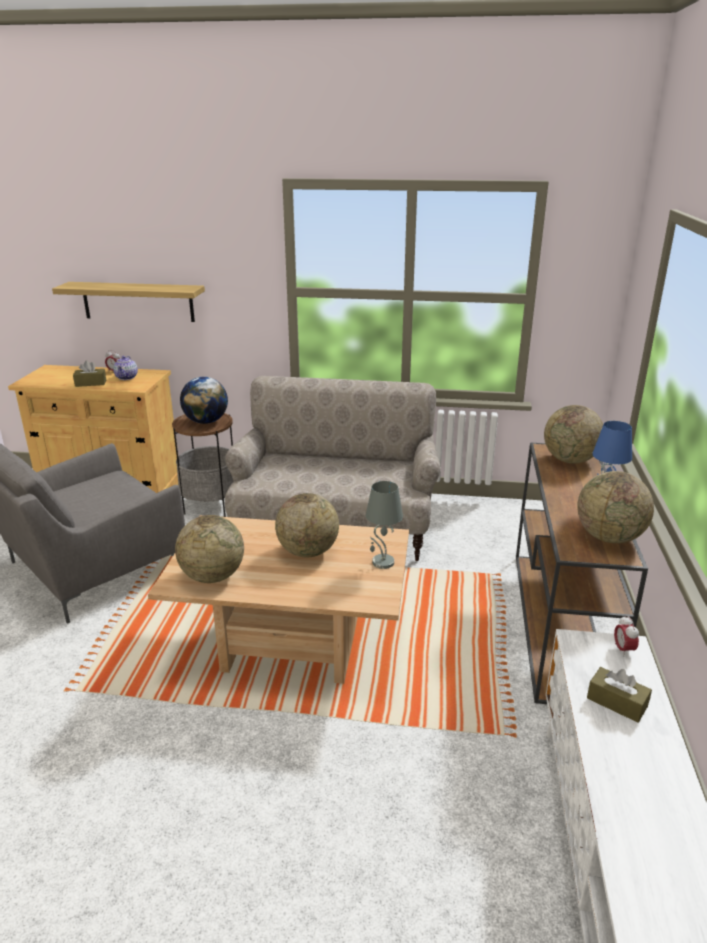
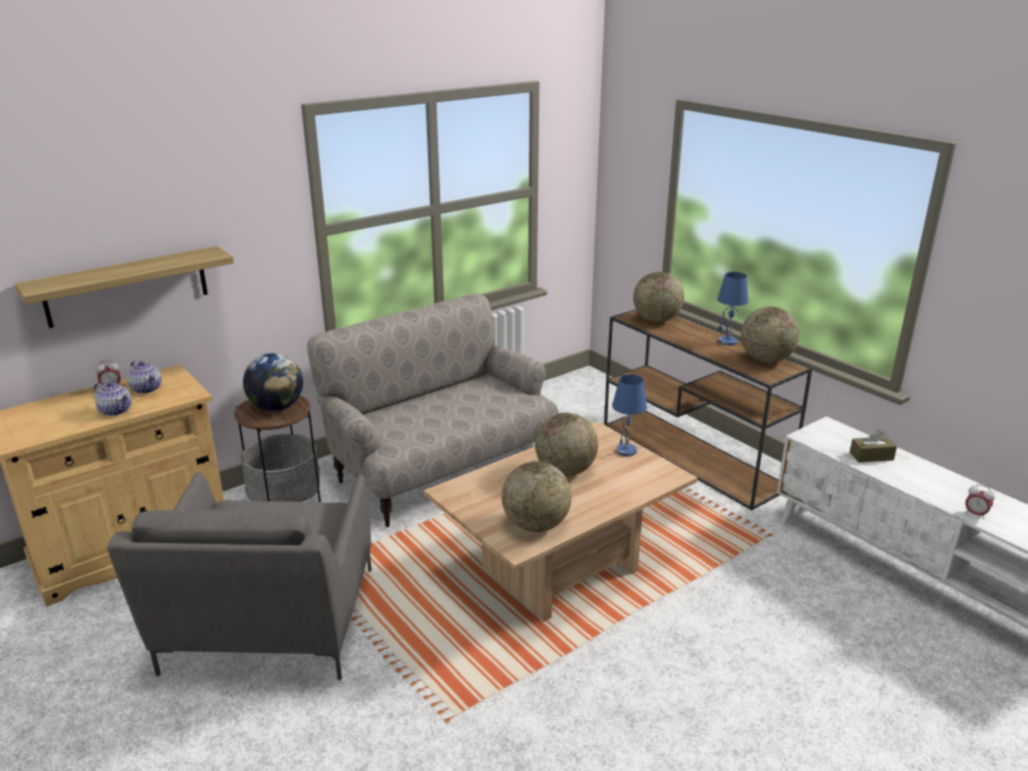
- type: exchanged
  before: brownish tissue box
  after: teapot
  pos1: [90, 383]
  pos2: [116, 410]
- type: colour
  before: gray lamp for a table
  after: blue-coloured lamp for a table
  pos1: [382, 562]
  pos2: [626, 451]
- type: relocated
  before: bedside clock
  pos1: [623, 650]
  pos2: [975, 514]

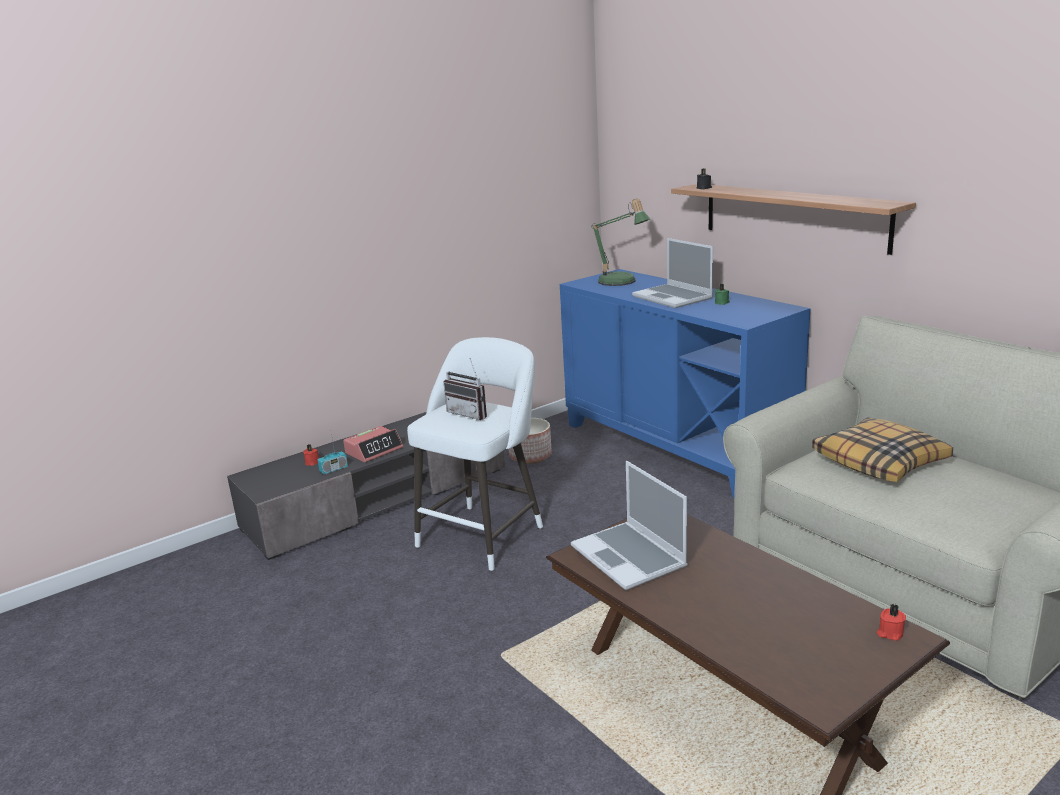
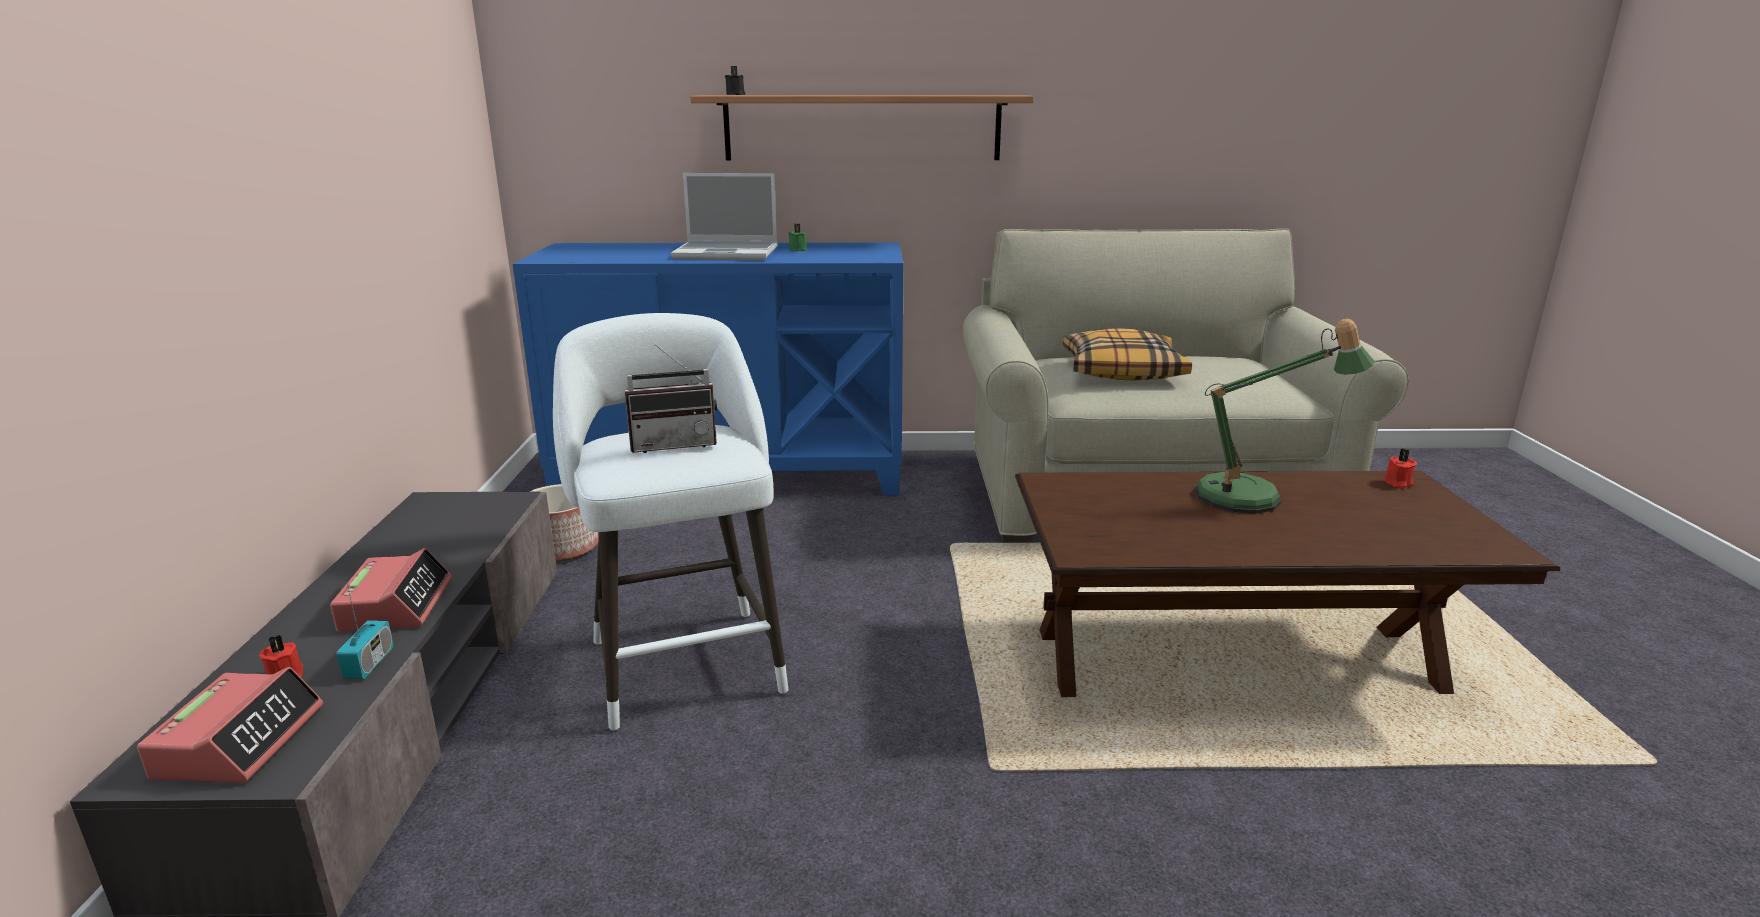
- type: appeared
  after: bedside clock
  pos2: [240, 741]
- type: relocated
  before: lamp for a table
  pos1: [621, 282]
  pos2: [1253, 497]
- type: missing
  before: laptop
  pos1: [630, 557]

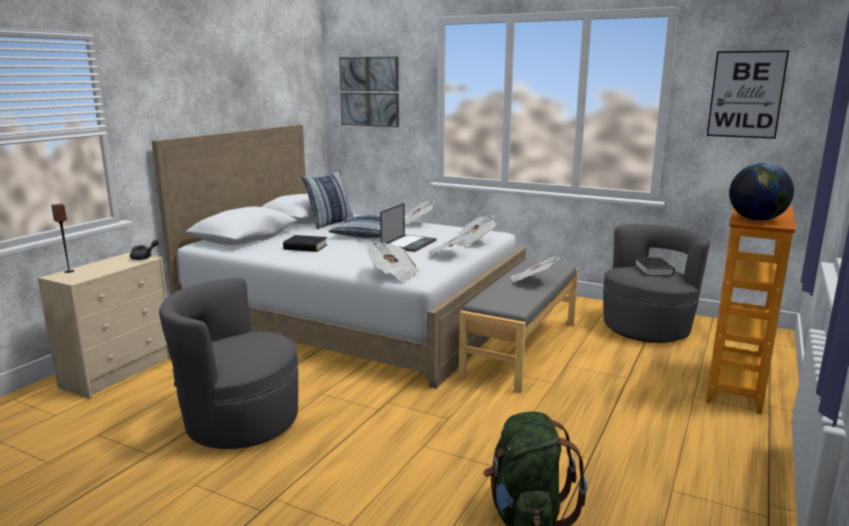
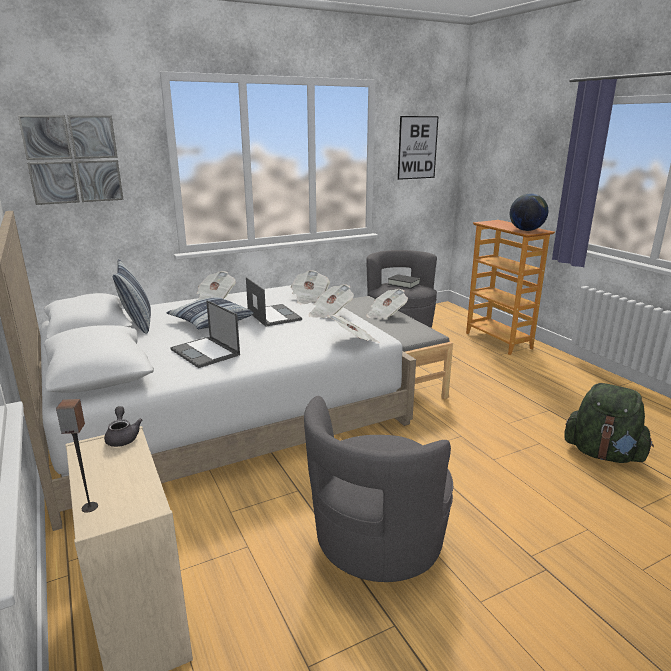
- type: exchanged
  before: black-coloured book
  after: laptop
  pos1: [305, 247]
  pos2: [206, 352]

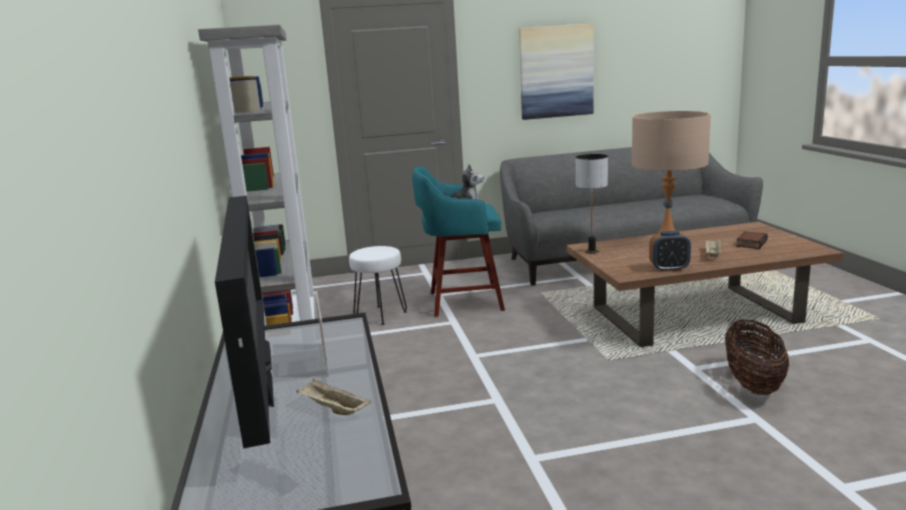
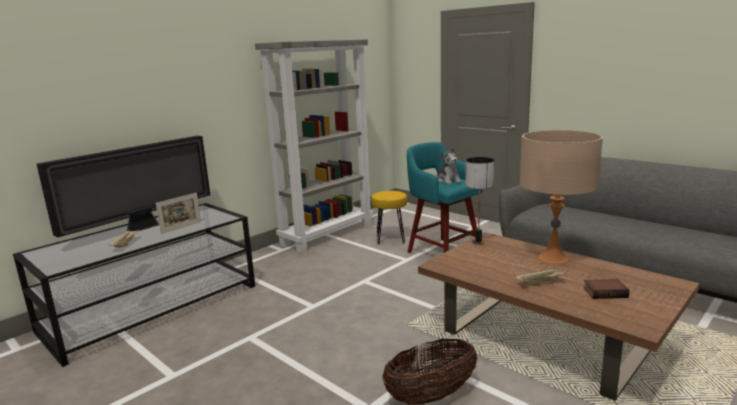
- type: colour
  before: white sitting stool
  after: yellow sitting stool
  pos1: [380, 315]
  pos2: [390, 239]
- type: missing
  before: picture
  pos1: [556, 71]
- type: missing
  before: bedside clock
  pos1: [669, 269]

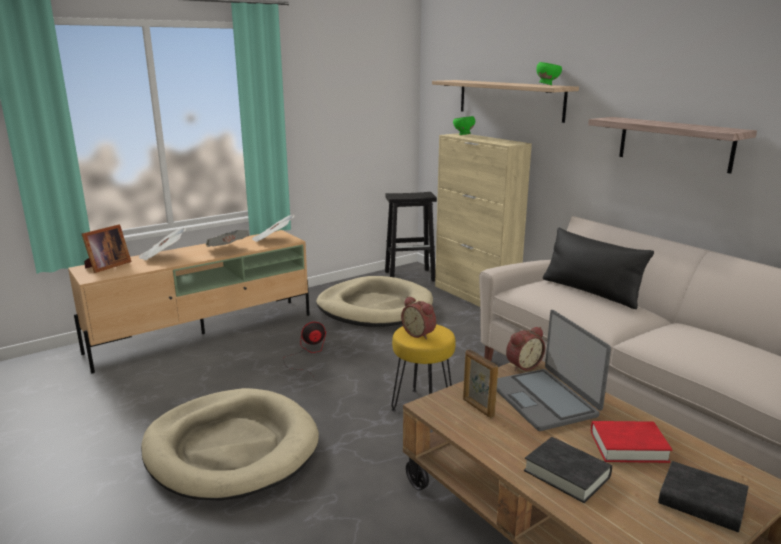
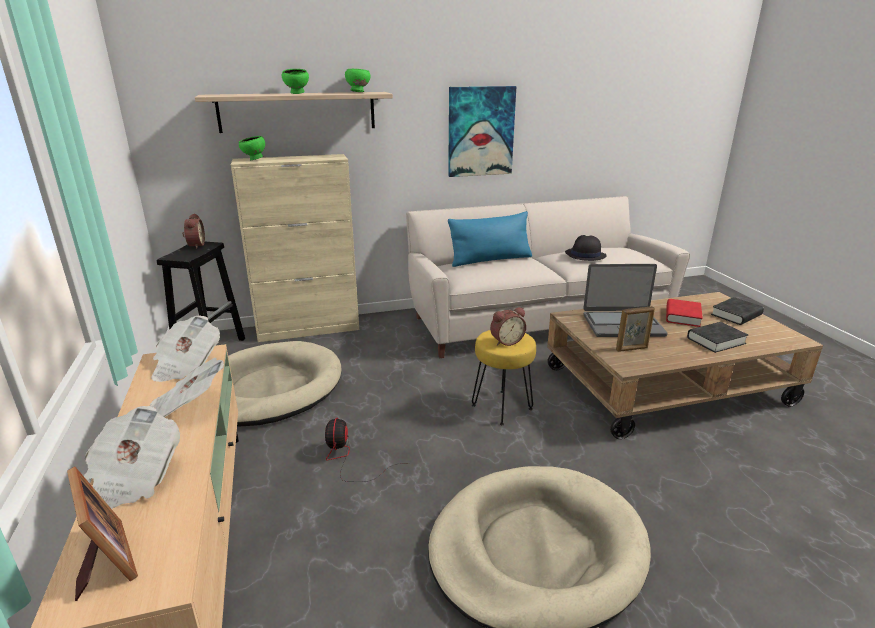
- type: relocated
  before: bedside clock
  pos1: [522, 365]
  pos2: [195, 245]
- type: appeared
  after: green-coloured bowl
  pos2: [297, 93]
- type: exchanged
  before: bracket shelf
  after: picture
  pos1: [674, 143]
  pos2: [480, 131]
- type: colour
  before: black-coloured throw pillow
  after: blue-coloured throw pillow
  pos1: [590, 292]
  pos2: [490, 260]
- type: appeared
  after: black-coloured clothing hat
  pos2: [585, 255]

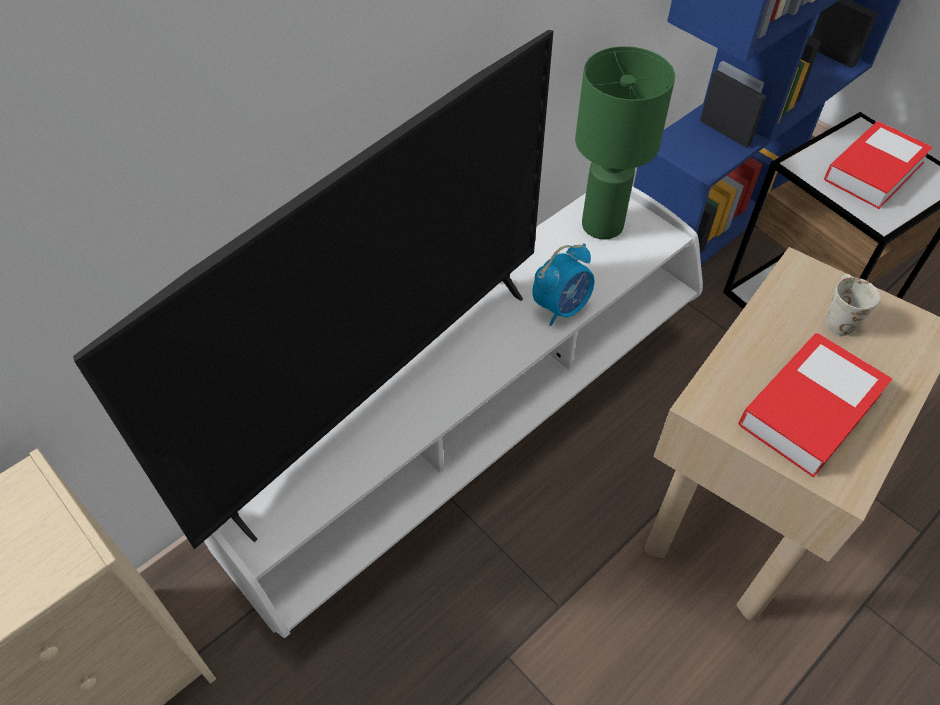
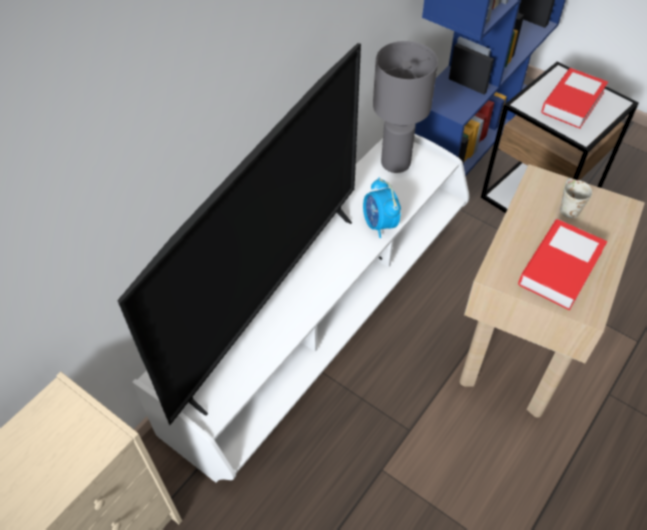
- type: spun
  before: bedside clock
  pos1: [561, 307]
  pos2: [379, 224]
  turn: 120
- type: colour
  before: green-coloured lamp for a table
  after: gray lamp for a table
  pos1: [603, 226]
  pos2: [396, 163]

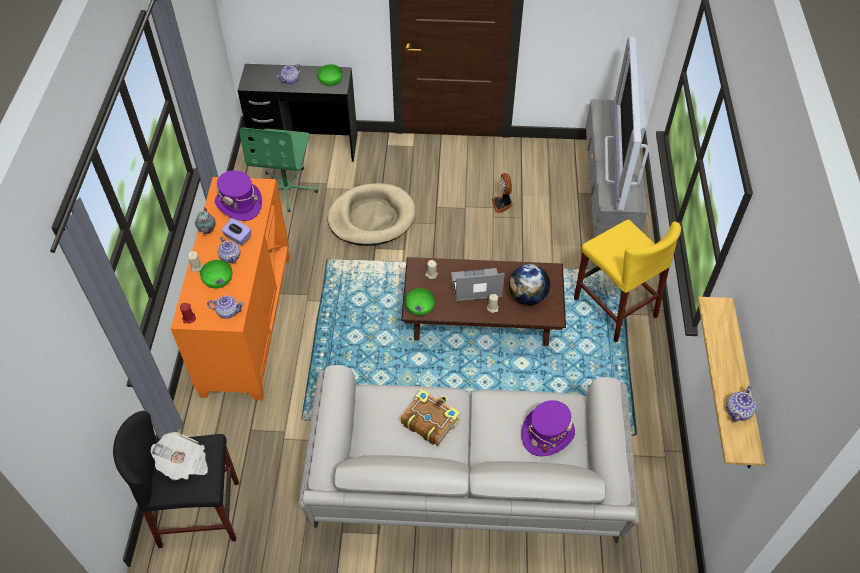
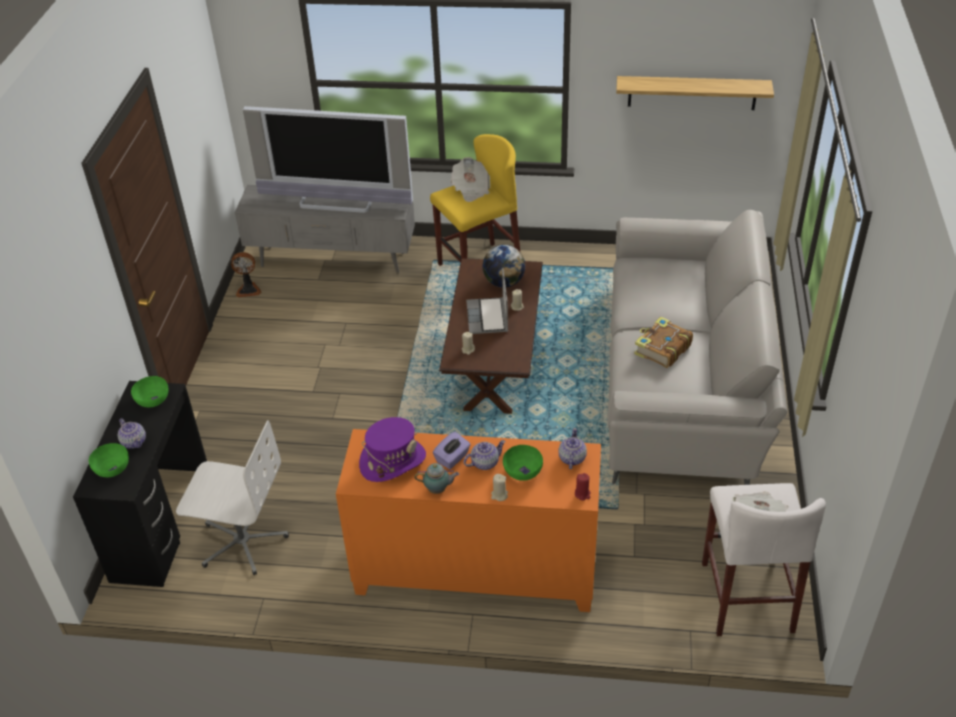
- type: relocated
  before: green-coloured bowl
  pos1: [420, 308]
  pos2: [112, 468]
- type: colour
  before: green-coloured computer chair
  after: white computer chair
  pos1: [287, 189]
  pos2: [242, 541]
- type: relocated
  before: fan
  pos1: [502, 204]
  pos2: [248, 289]
- type: appeared
  after: newspaper
  pos2: [471, 189]
- type: colour
  before: black-coloured sitting stool
  after: white sitting stool
  pos1: [199, 513]
  pos2: [746, 596]
- type: missing
  before: beige dog bed
  pos1: [371, 217]
- type: missing
  before: purple clothing hat
  pos1: [547, 433]
- type: missing
  before: teapot
  pos1: [738, 411]

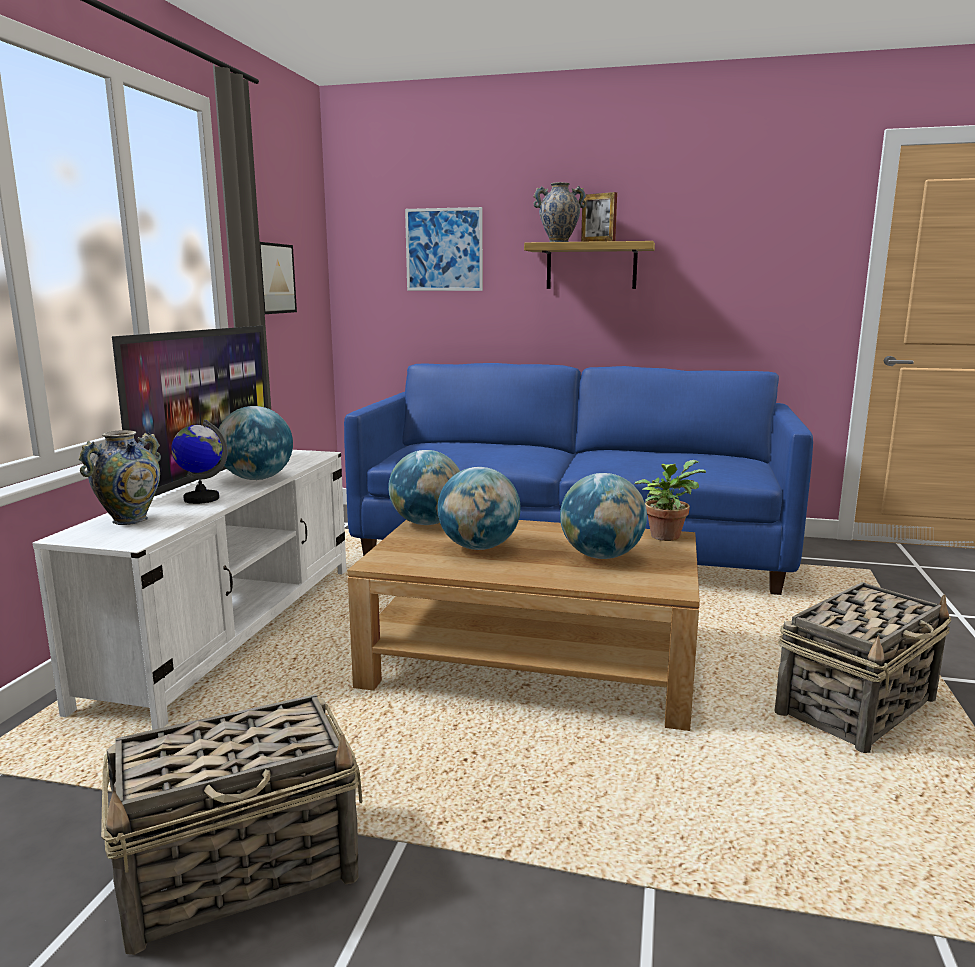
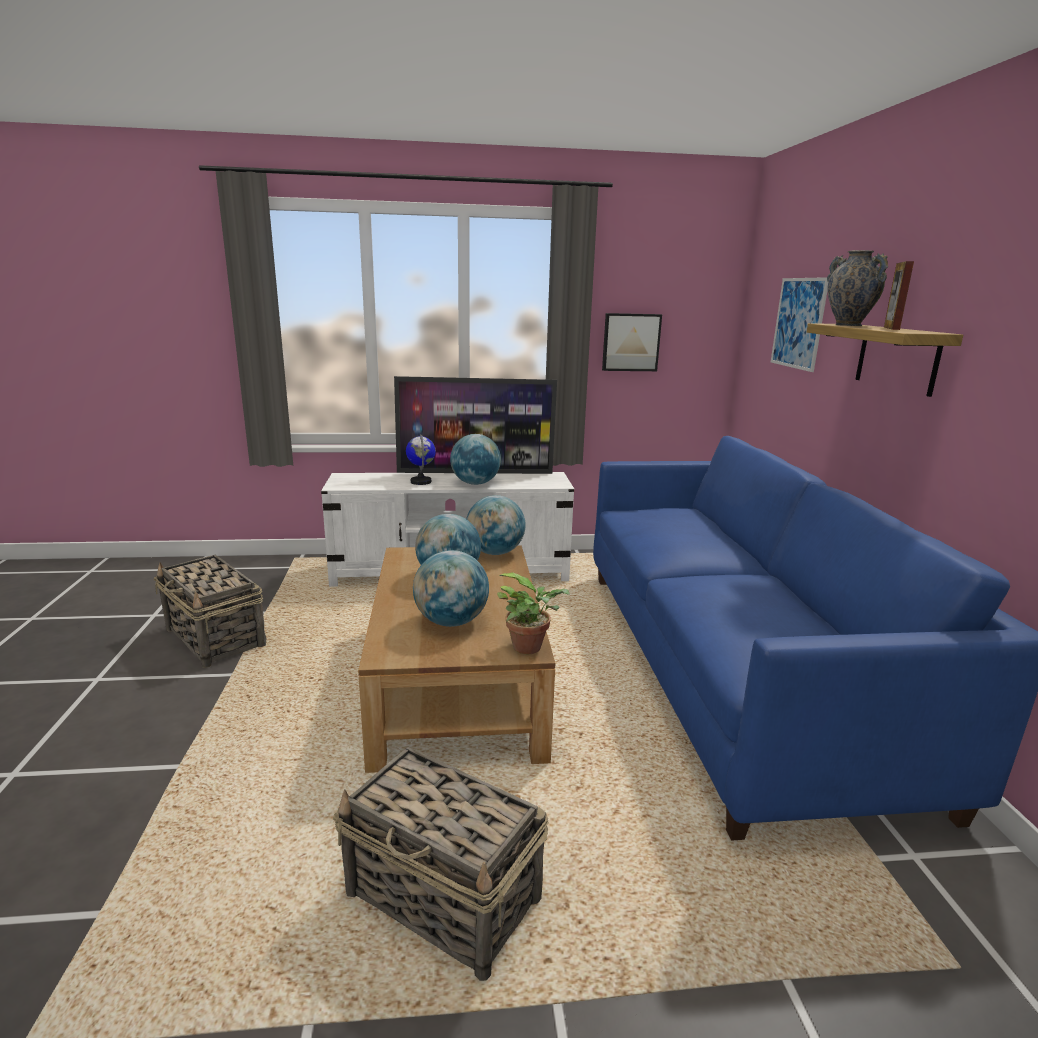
- type: missing
  before: decorative vase
  pos1: [130, 520]

